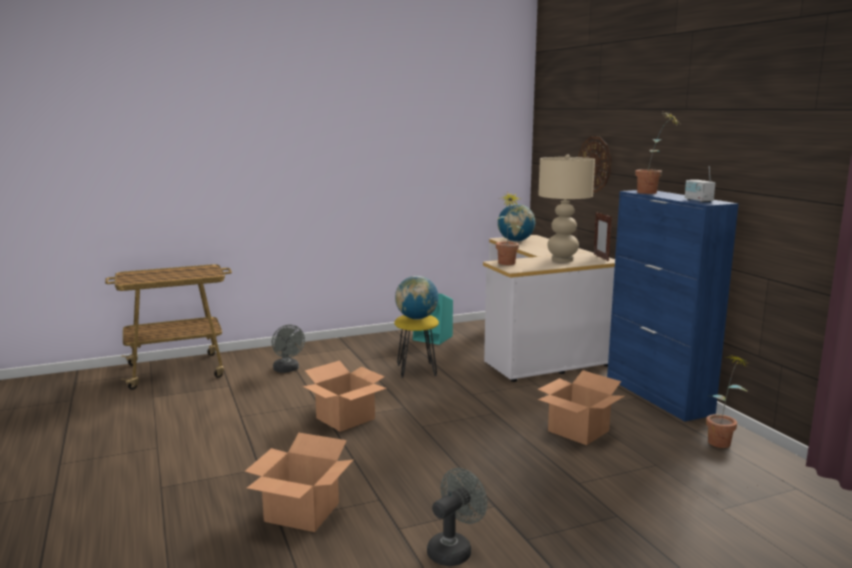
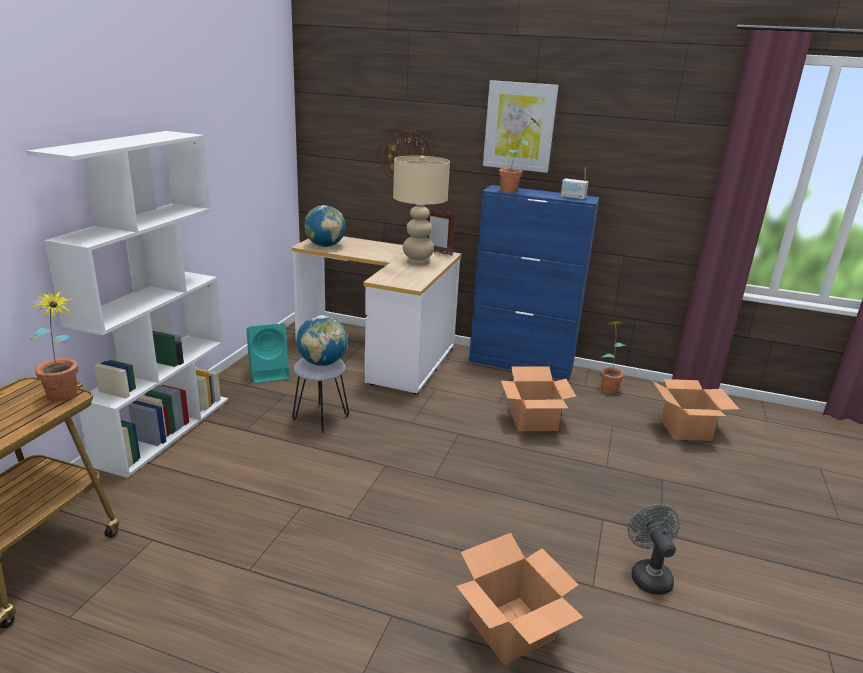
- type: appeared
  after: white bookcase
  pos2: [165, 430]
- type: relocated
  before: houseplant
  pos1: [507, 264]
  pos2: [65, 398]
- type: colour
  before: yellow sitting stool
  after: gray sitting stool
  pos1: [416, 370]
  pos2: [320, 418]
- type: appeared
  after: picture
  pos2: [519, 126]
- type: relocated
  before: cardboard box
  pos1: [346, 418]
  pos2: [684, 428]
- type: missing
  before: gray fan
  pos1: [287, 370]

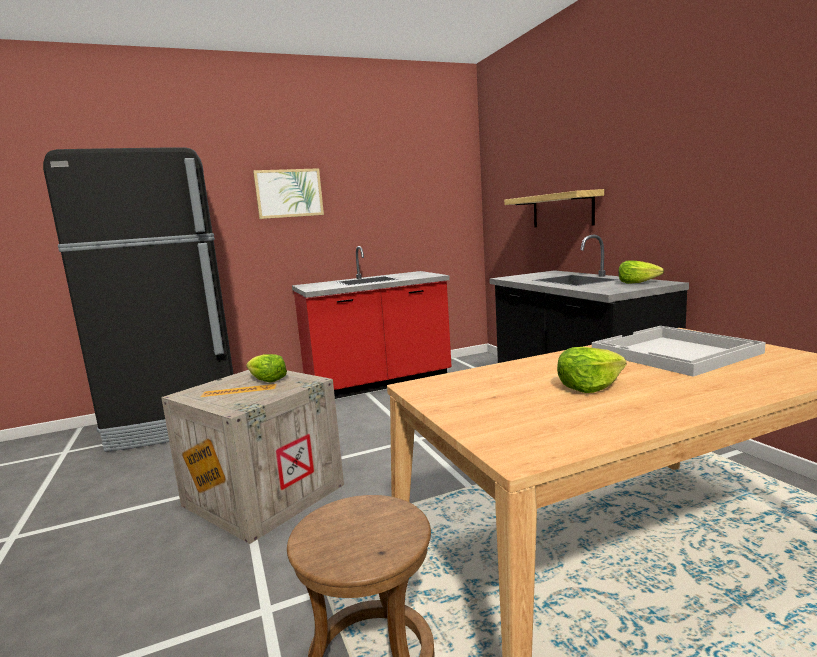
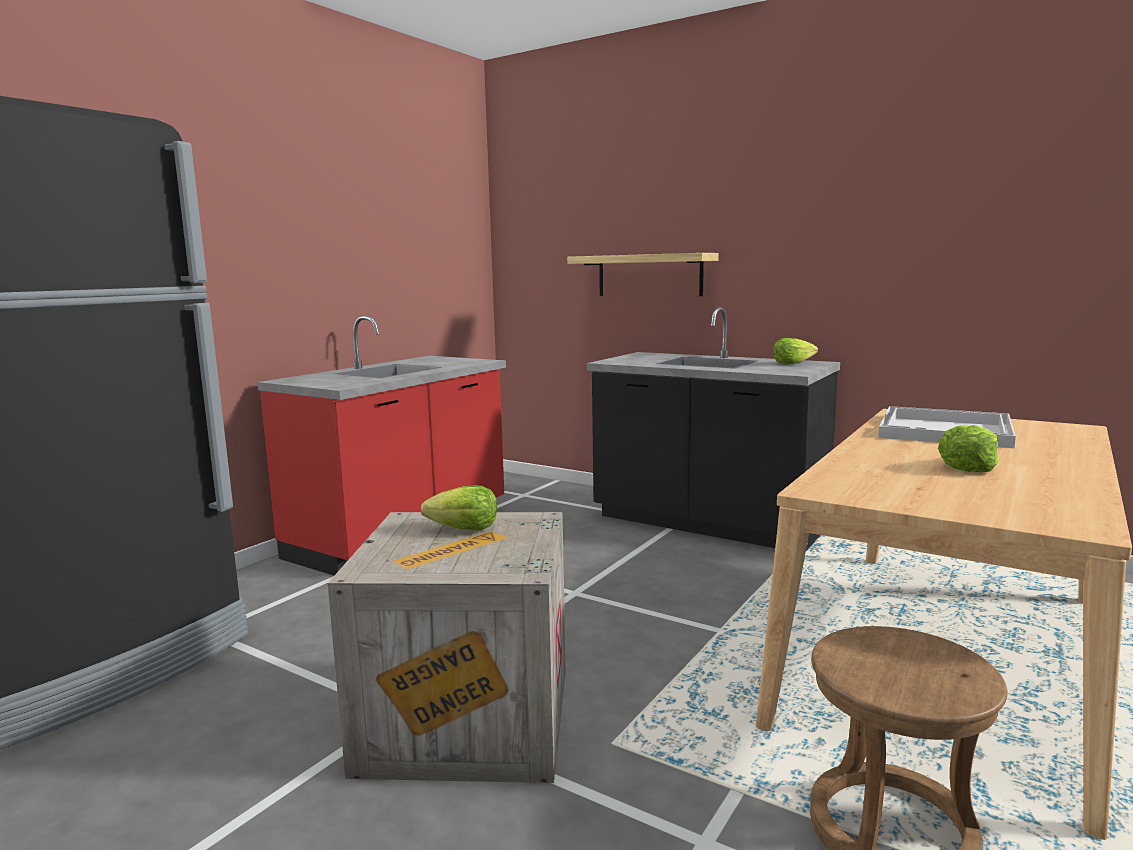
- type: missing
  before: picture
  pos1: [289, 193]

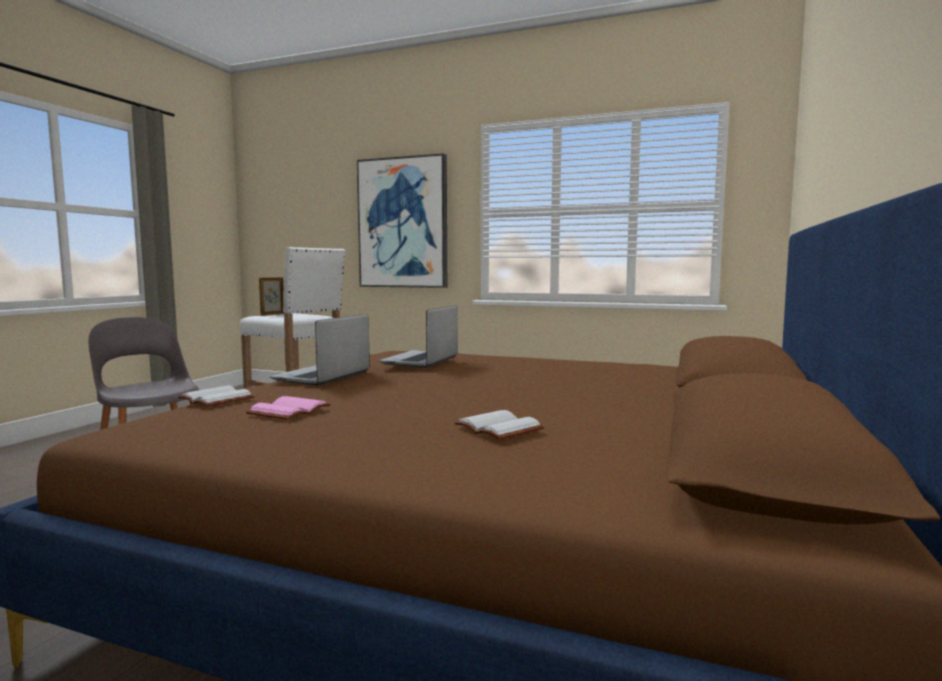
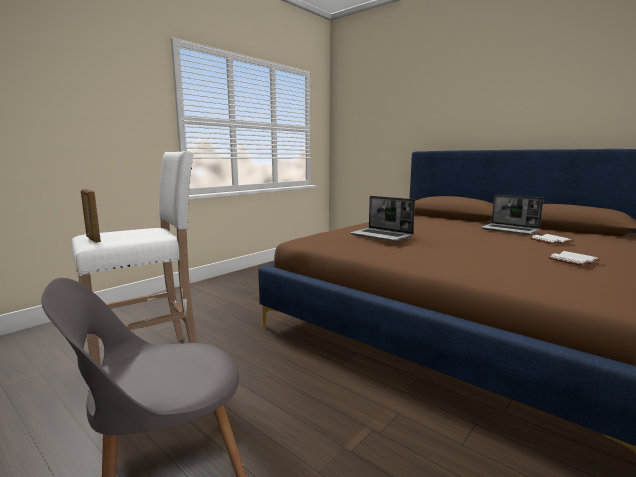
- type: relocated
  before: laptop
  pos1: [322, 376]
  pos2: [510, 230]
- type: relocated
  before: white book
  pos1: [214, 399]
  pos2: [574, 261]
- type: missing
  before: pinkish book
  pos1: [288, 411]
- type: missing
  before: picture
  pos1: [403, 223]

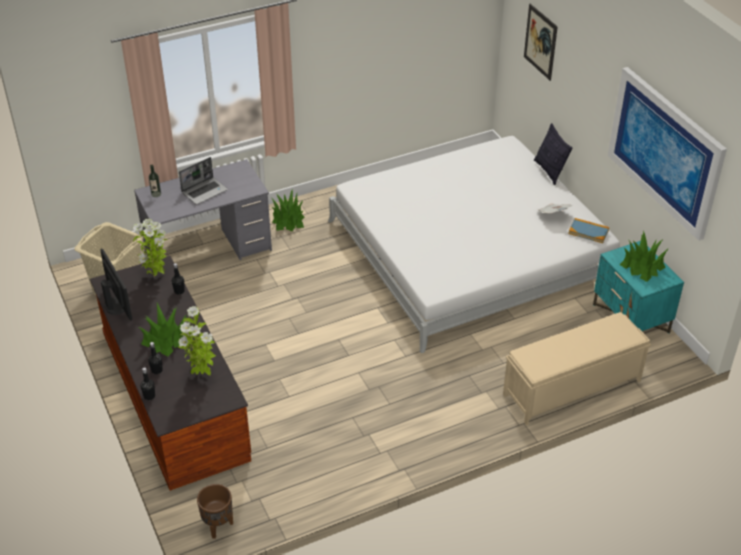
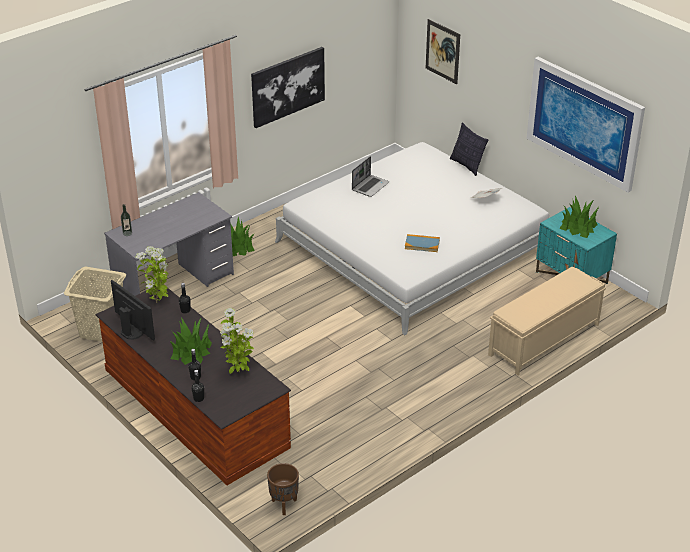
- type: appeared
  after: picture
  pos2: [288, 86]
- type: relocated
  before: laptop
  pos1: [205, 191]
  pos2: [370, 186]
- type: relocated
  before: book
  pos1: [588, 232]
  pos2: [422, 244]

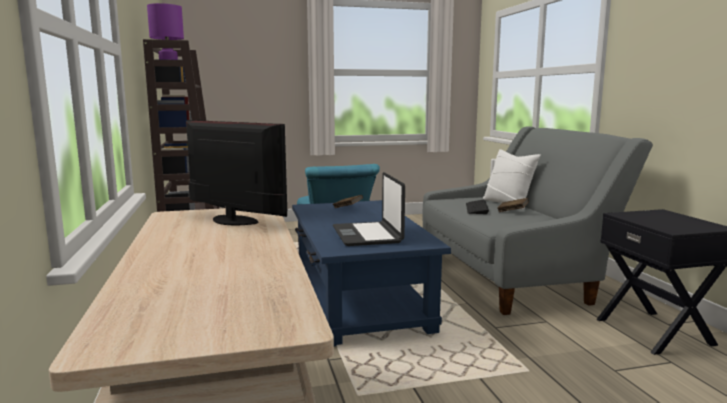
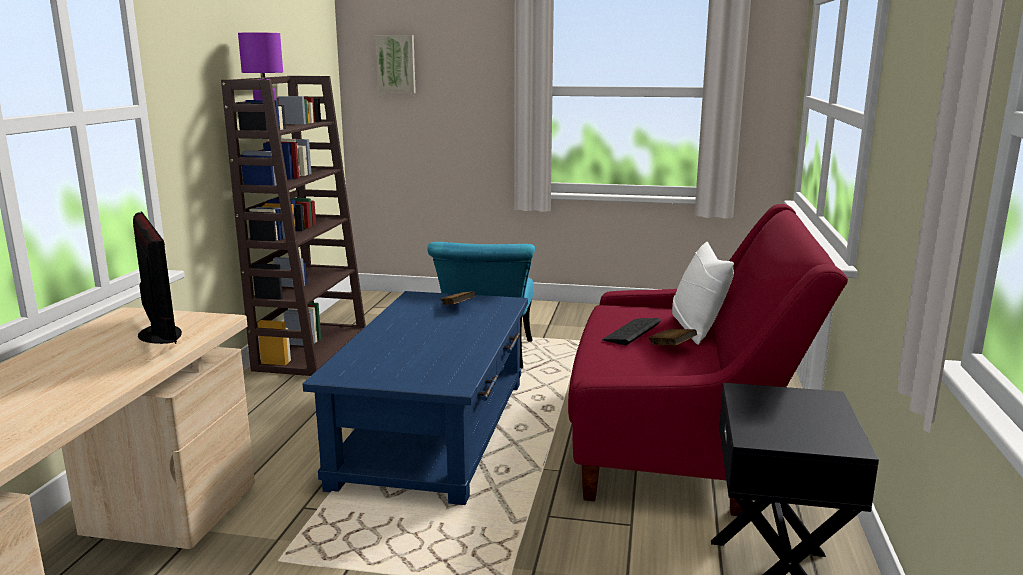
- type: appeared
  after: picture
  pos2: [396, 64]
- type: colour
  before: gray couch
  after: reddish couch
  pos1: [511, 275]
  pos2: [682, 439]
- type: missing
  before: laptop
  pos1: [368, 235]

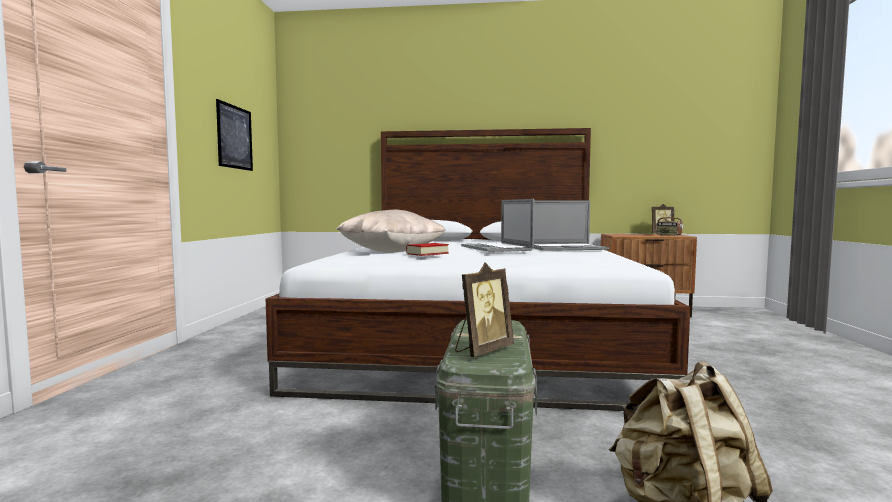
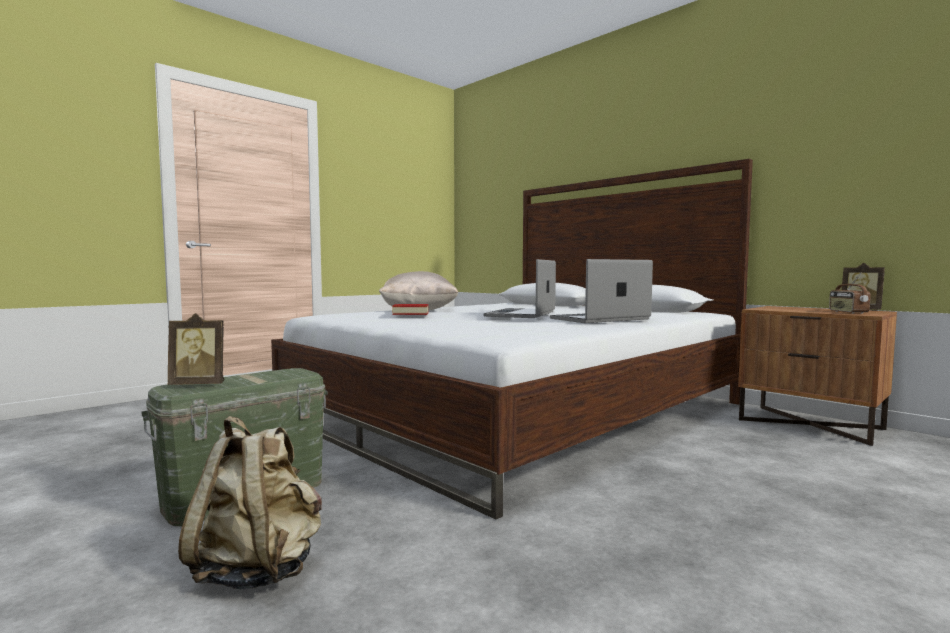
- type: spun
  before: laptop
  pos1: [566, 248]
  pos2: [599, 319]
  turn: 120
- type: missing
  before: picture
  pos1: [234, 137]

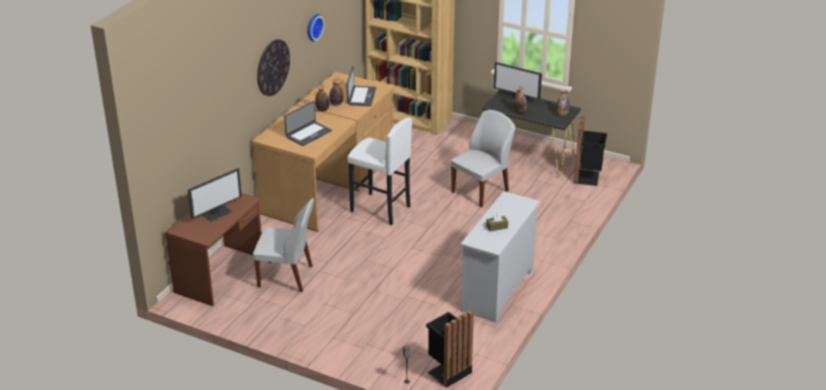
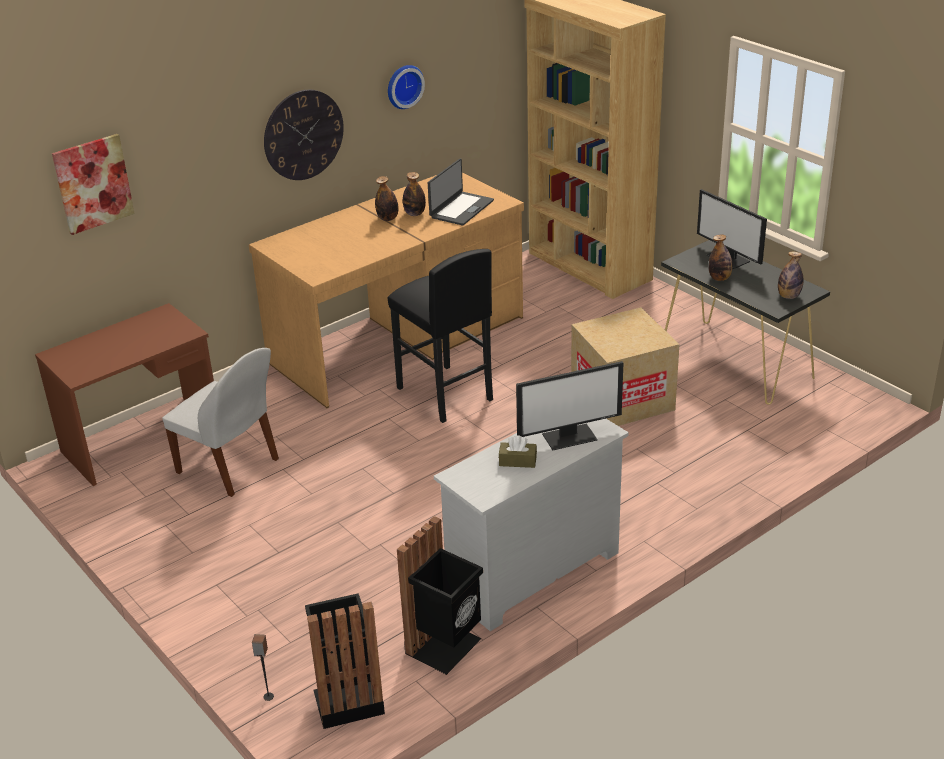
- type: appeared
  after: picture
  pos2: [93, 183]
- type: colour
  before: white sitting stool
  after: black-coloured sitting stool
  pos1: [380, 209]
  pos2: [444, 394]
- type: relocated
  before: black-coloured trash can
  pos1: [588, 177]
  pos2: [446, 647]
- type: relocated
  before: computer display
  pos1: [217, 213]
  pos2: [569, 436]
- type: exchanged
  before: white chair
  after: cardboard box
  pos1: [481, 191]
  pos2: [622, 399]
- type: missing
  before: laptop
  pos1: [308, 134]

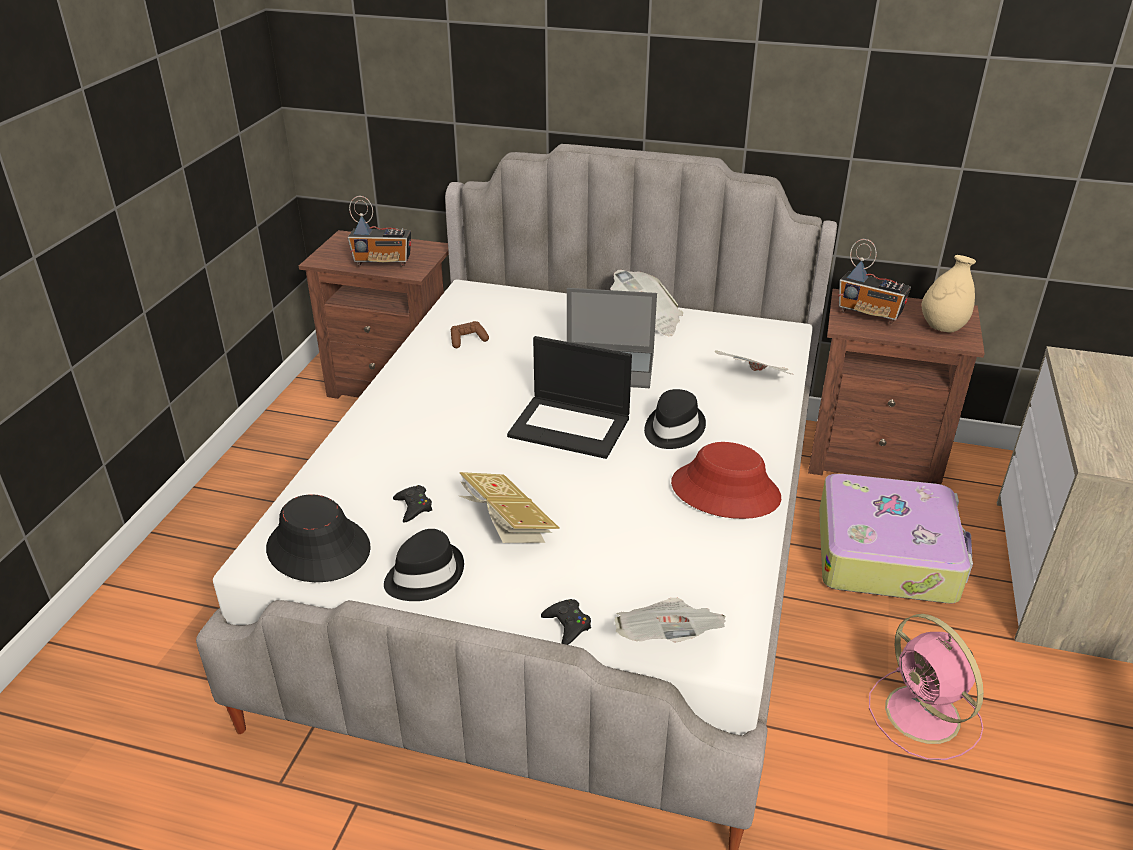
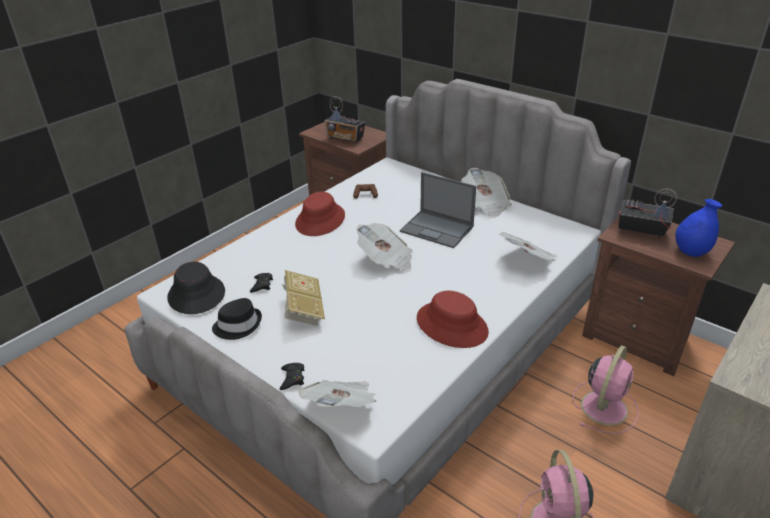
- type: appeared
  after: reddish clothing hat
  pos2: [320, 220]
- type: exchanged
  before: laptop
  after: newspaper
  pos1: [571, 426]
  pos2: [386, 260]
- type: exchanged
  before: piece of luggage
  after: pinkish fan
  pos1: [887, 554]
  pos2: [604, 406]
- type: spun
  before: radio
  pos1: [869, 314]
  pos2: [640, 231]
  turn: 150
- type: colour
  before: beige decorative vase
  after: blue-coloured decorative vase
  pos1: [942, 328]
  pos2: [691, 252]
- type: missing
  before: black-coloured clothing hat
  pos1: [672, 429]

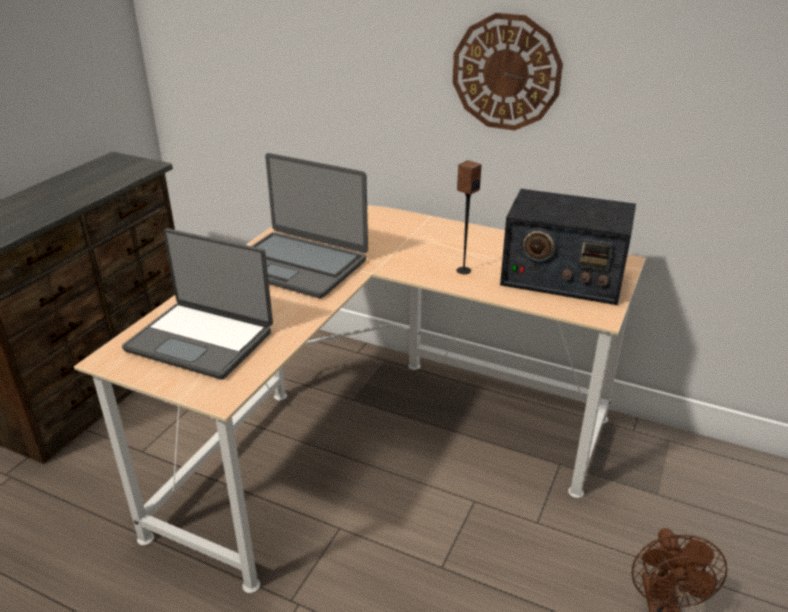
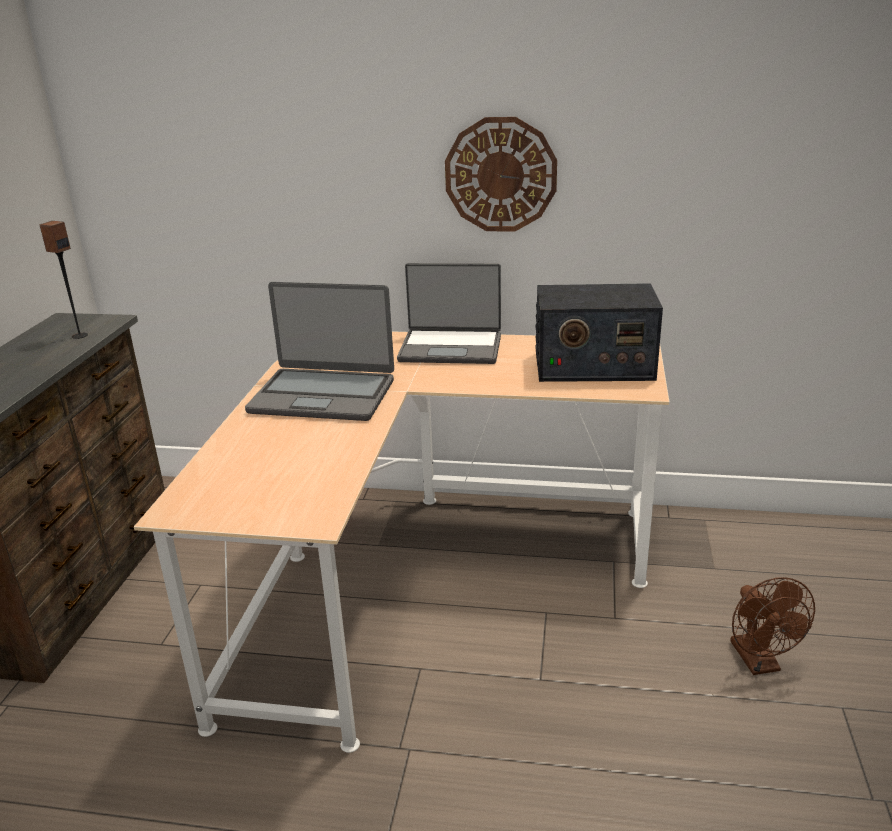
- type: relocated
  before: audio speaker
  pos1: [463, 270]
  pos2: [79, 336]
- type: relocated
  before: laptop
  pos1: [202, 340]
  pos2: [451, 348]

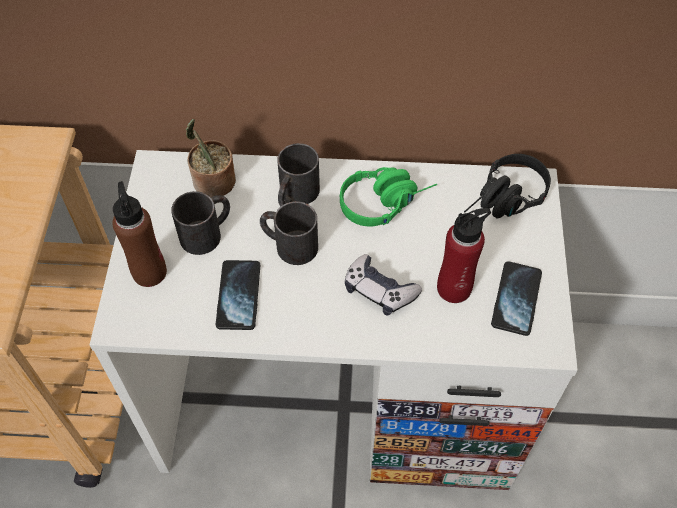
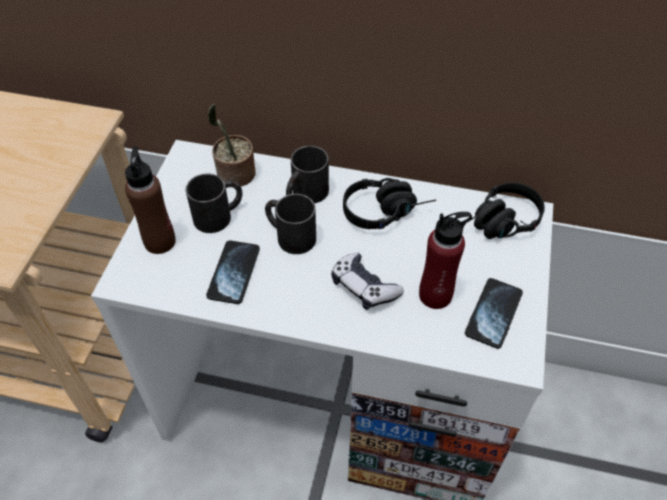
- type: colour
  before: green-coloured pair of headphones
  after: black-coloured pair of headphones
  pos1: [386, 201]
  pos2: [387, 210]

